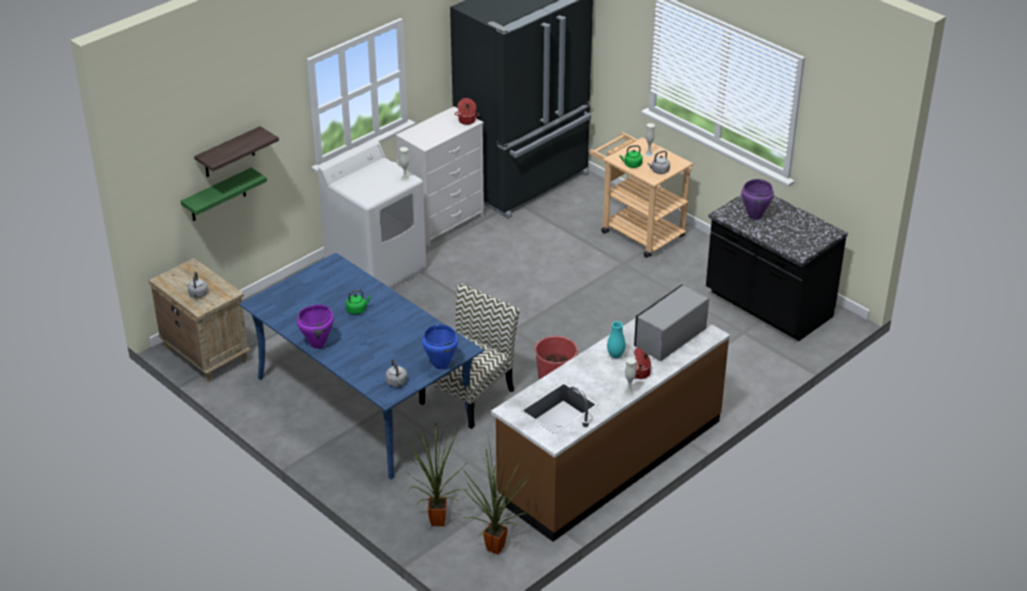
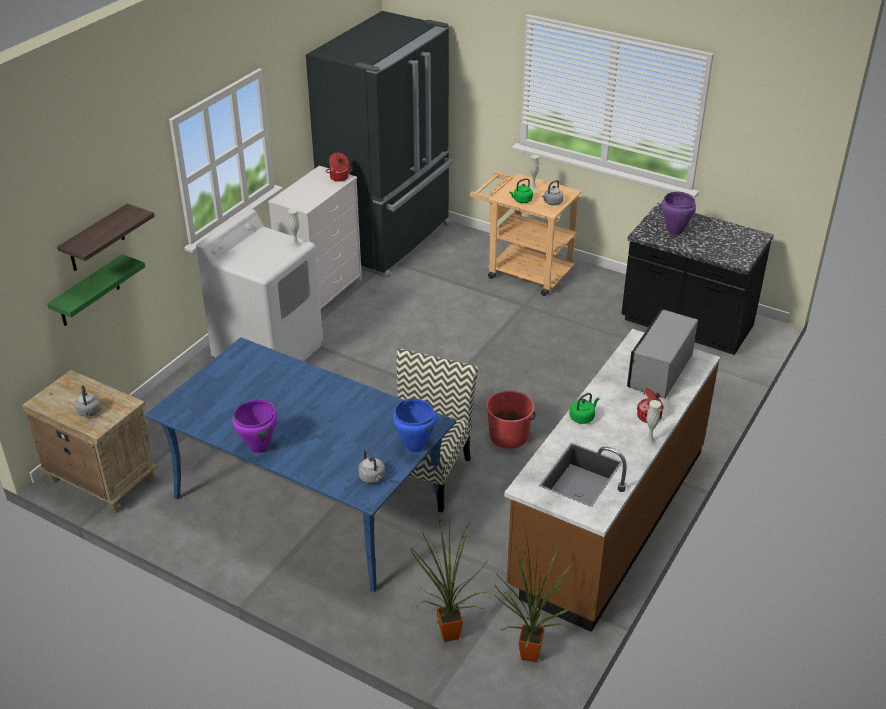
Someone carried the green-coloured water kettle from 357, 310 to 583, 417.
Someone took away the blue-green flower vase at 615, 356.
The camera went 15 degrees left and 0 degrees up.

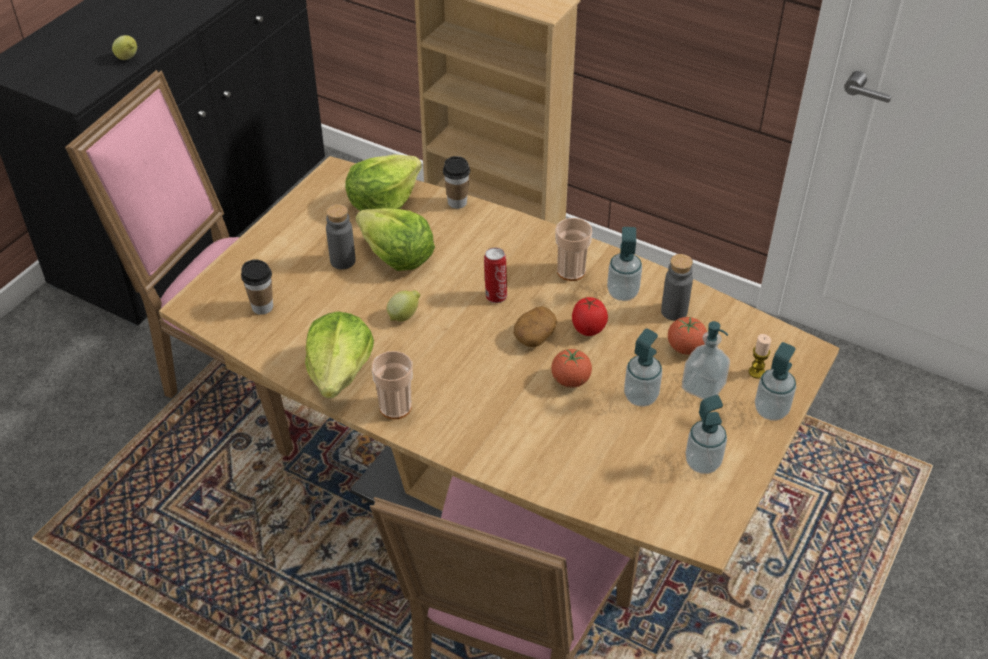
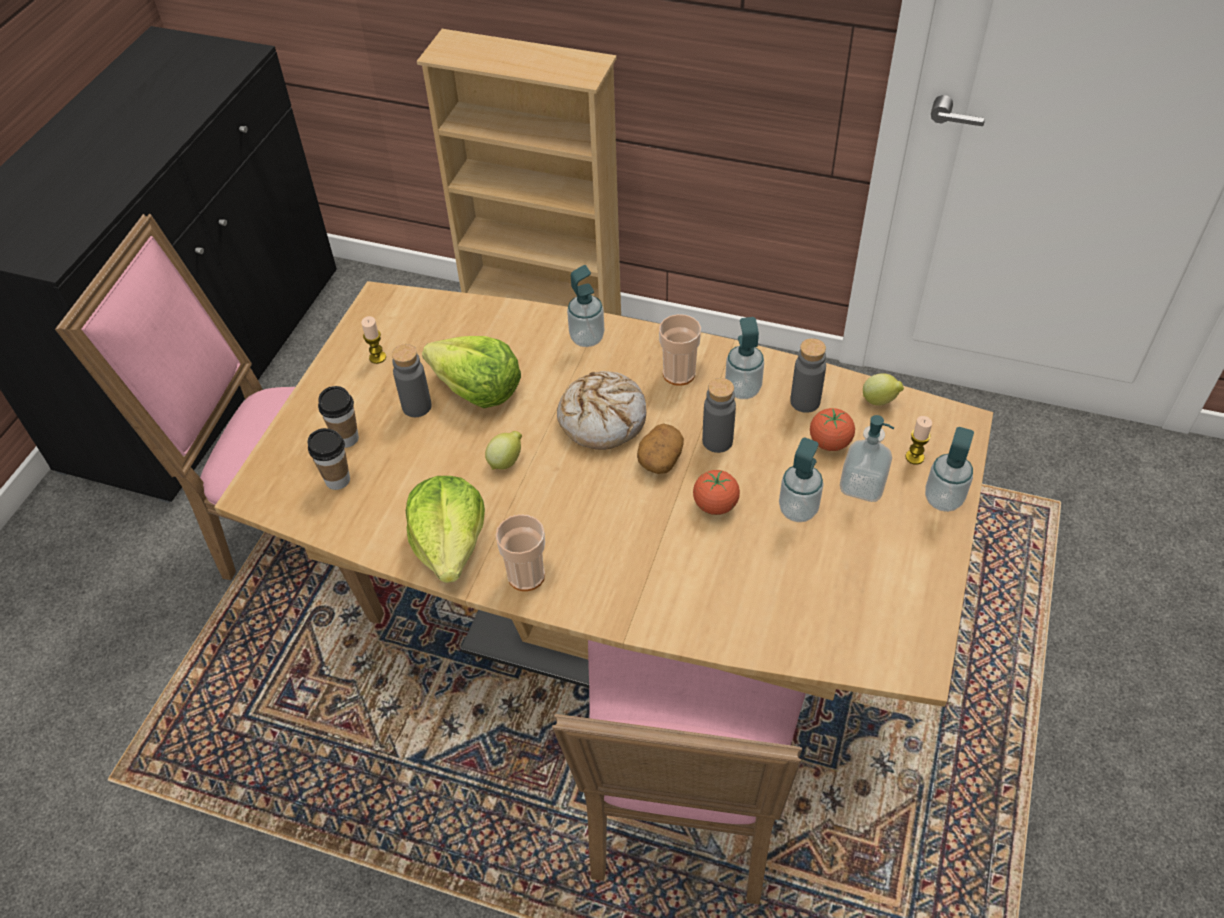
Someone carried the whole lemon from 128, 59 to 880, 401.
Someone took away the head of lettuce at 383, 201.
Someone carried the small cup from 457, 202 to 346, 438.
Someone swapped the sealed can at 495, 296 for the bread at 603, 418.
Someone swapped the whole tomato at 588, 330 for the greyish beverage bottle at 717, 441.
Someone carried the soap bottle from 702, 462 to 587, 338.
Someone put down the wax light at 377, 357.
The camera went 10 degrees left and 5 degrees up.

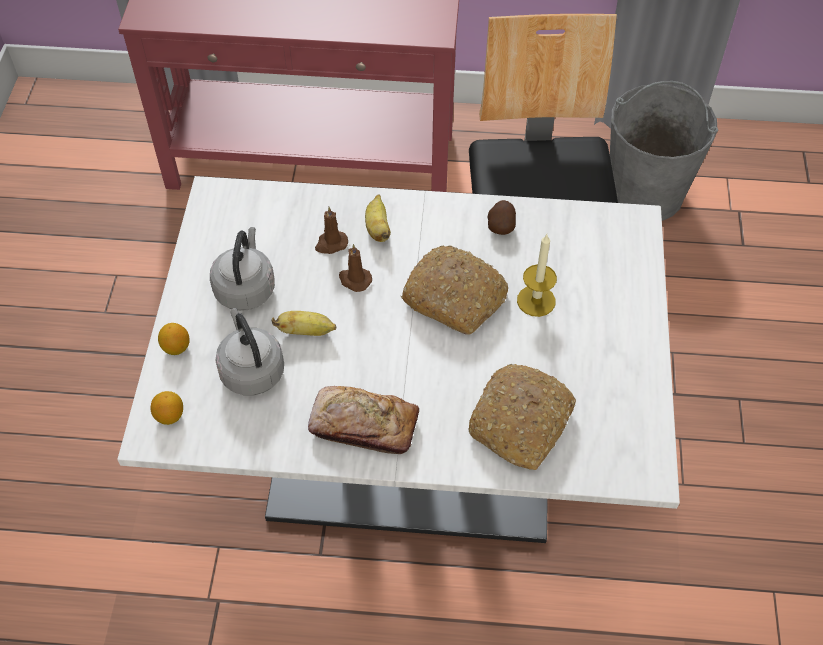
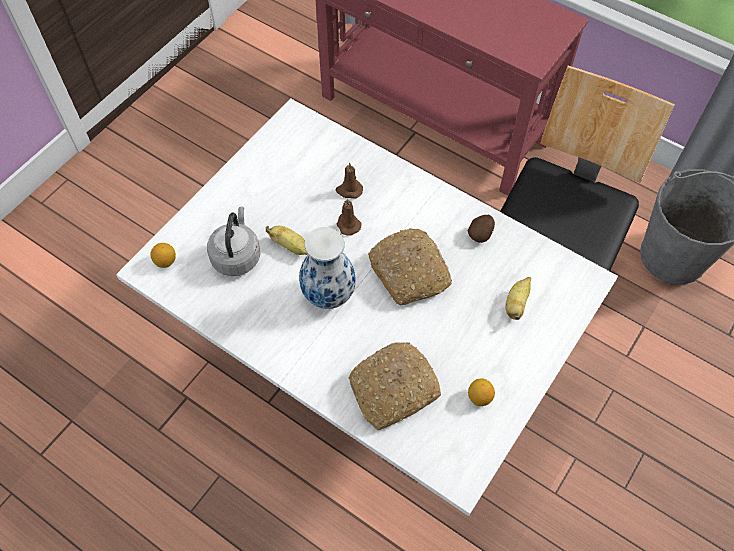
Someone carried the whole banana from 378, 228 to 516, 304.
Someone took away the greyish water kettle at 245, 288.
Someone took away the wax light at 536, 301.
Someone carried the whole lemon from 176, 347 to 479, 397.
Someone took away the bread at 364, 426.
Someone put down the flower vase at 329, 294.
The camera went 30 degrees right and 5 degrees up.

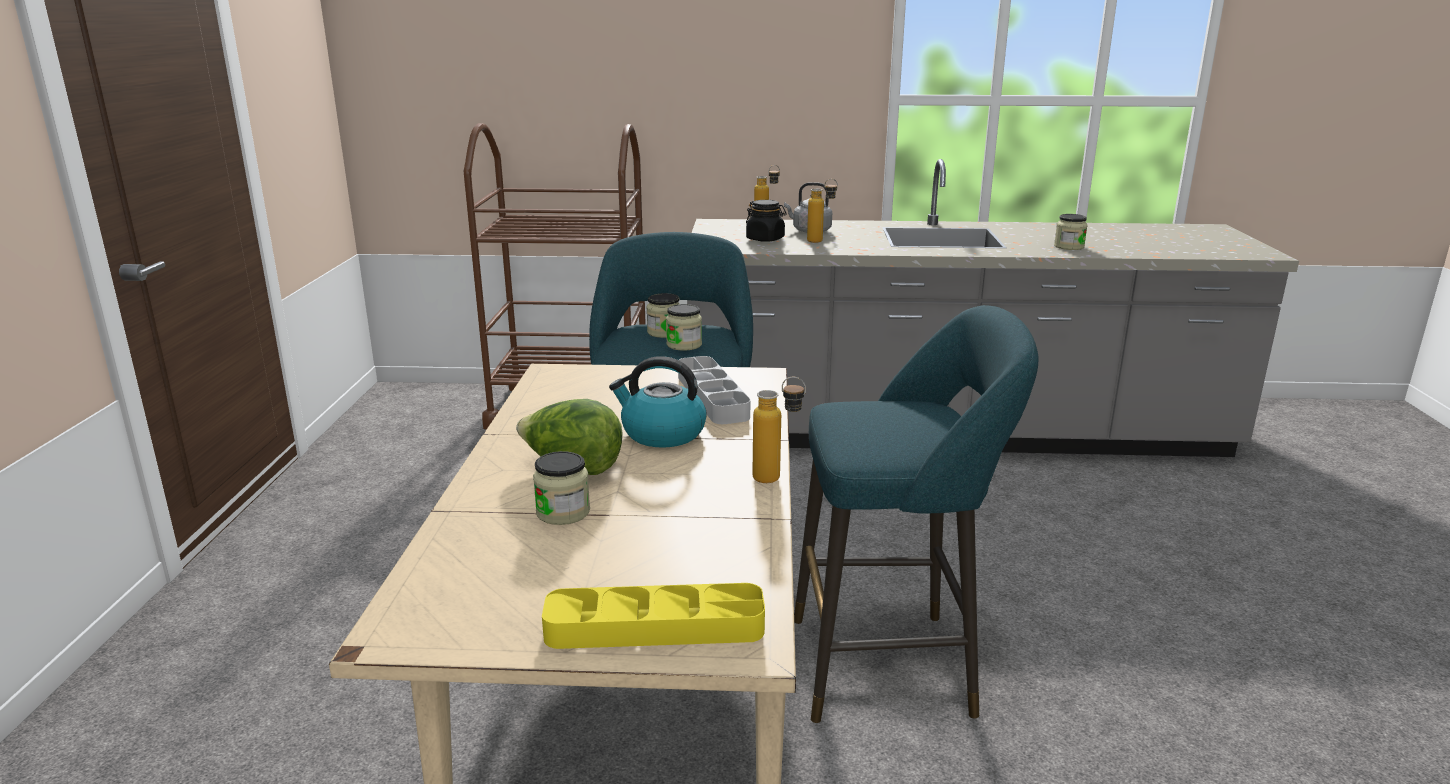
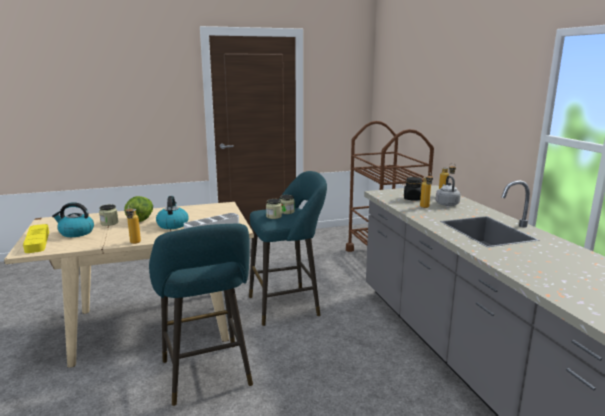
Someone took away the storage jar at 1069, 247.
Someone put down the water kettle at 76, 233.
The camera went 70 degrees right and 5 degrees down.

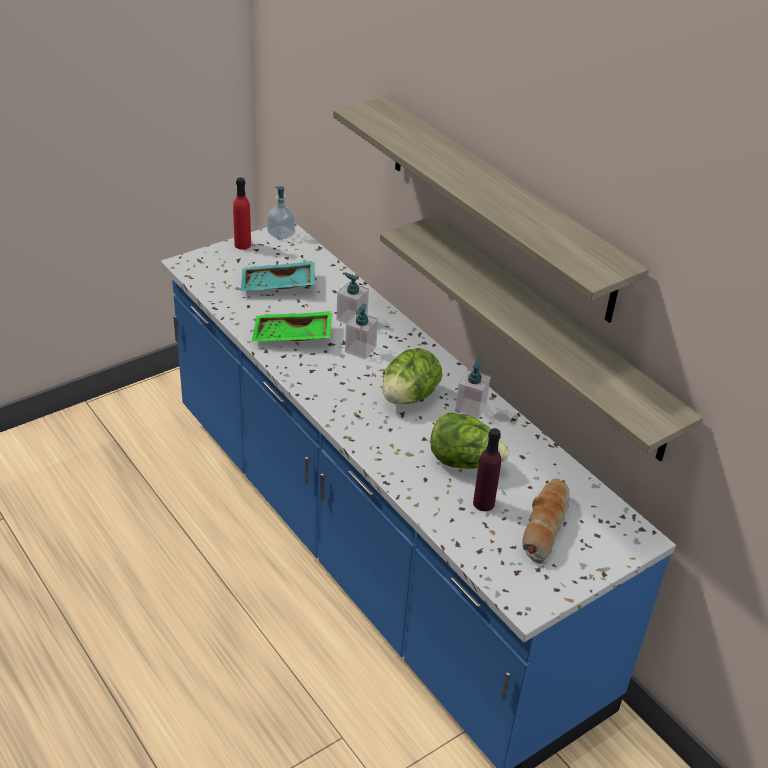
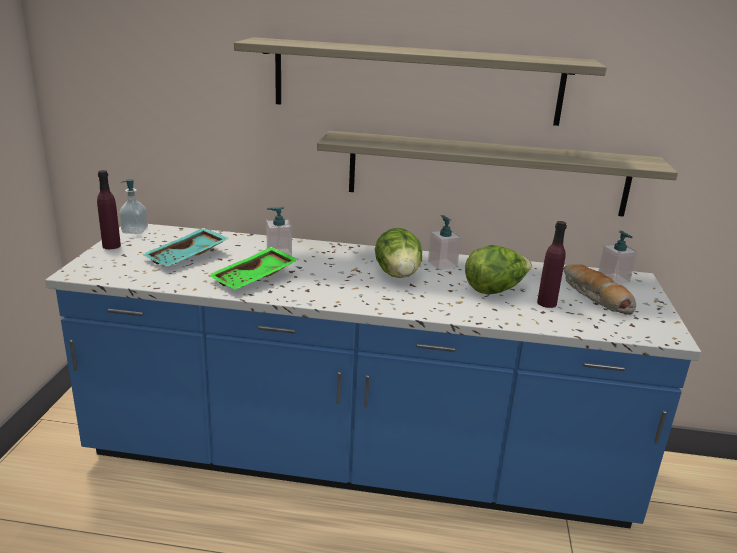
Someone repainted the red-coloured beverage bottle at 242, 245, which became the purple beverage bottle at 111, 246.
Someone carried the soap bottle from 360, 349 to 613, 279.
The camera went 45 degrees left and 15 degrees down.

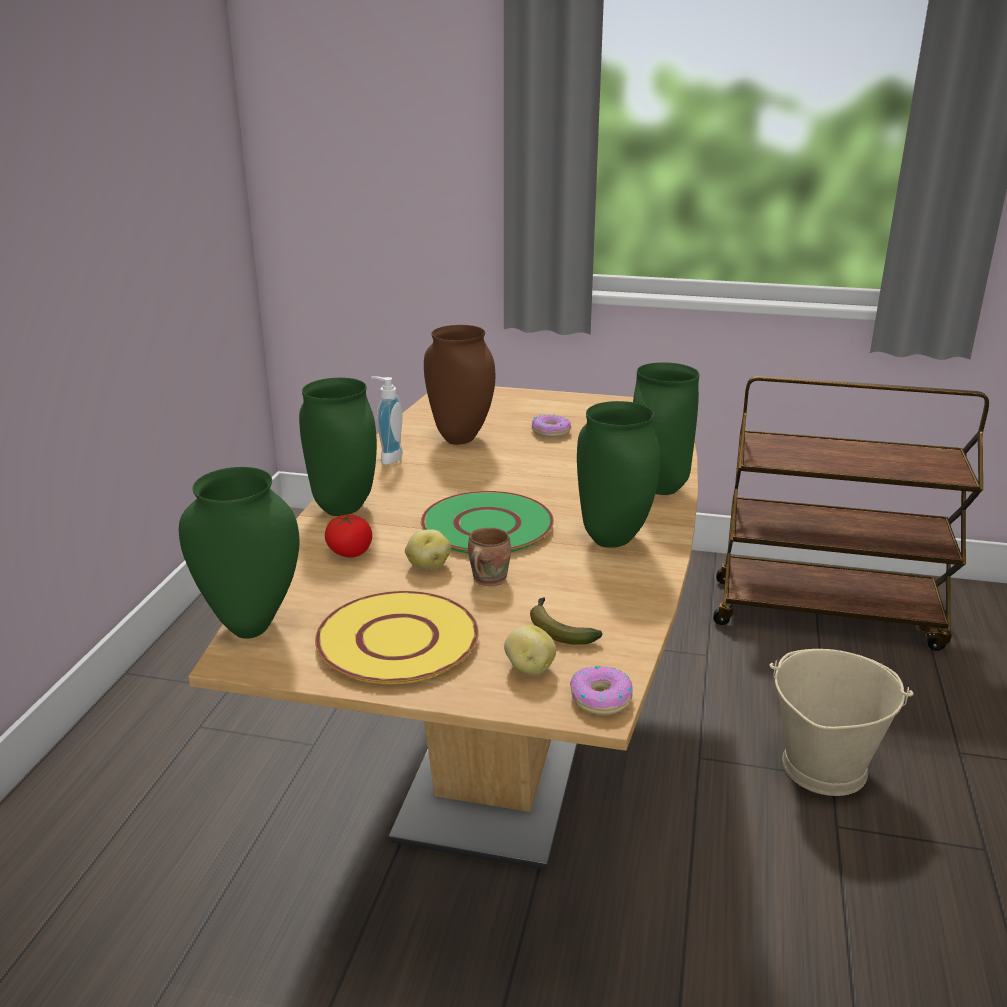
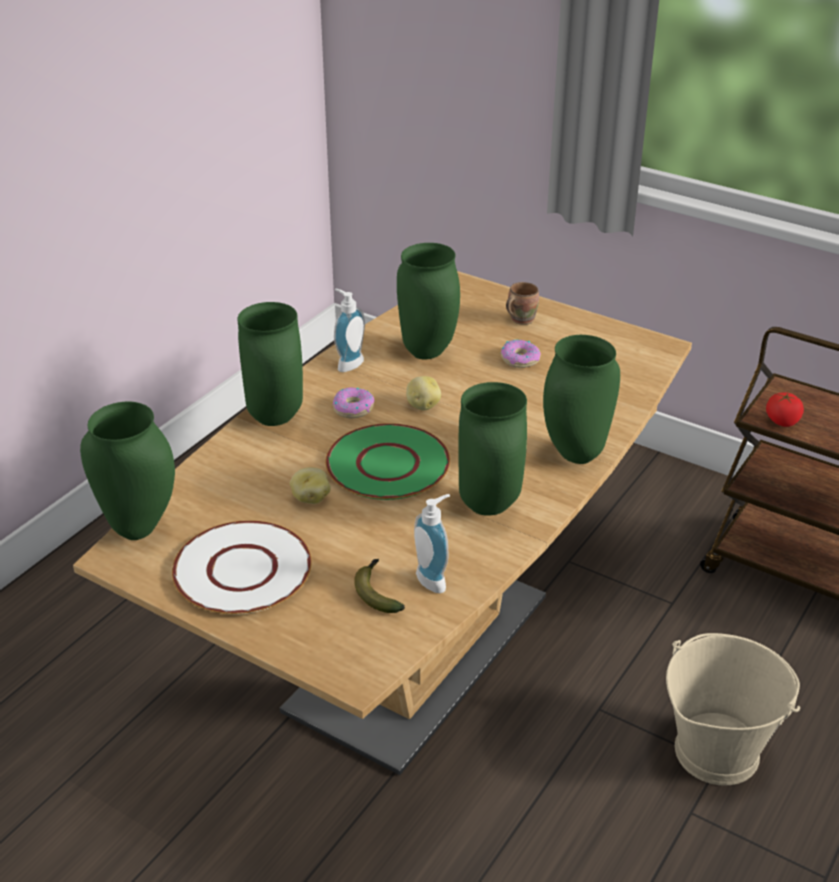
Someone repainted the brownish flower vase at 461, 439, which became the green-coloured flower vase at 429, 352.
Someone carried the whole tomato from 350, 552 to 782, 421.
Someone carried the brownish tea mug from 486, 579 to 520, 319.
Someone repainted the yellow-coloured dinner plate at 399, 640, which became the whitish dinner plate at 243, 570.
Someone carried the potato from 529, 668 to 422, 406.
Someone carried the donut from 600, 698 to 353, 408.
Someone put down the soap bottle at 435, 579.
The camera went 20 degrees right and 10 degrees up.

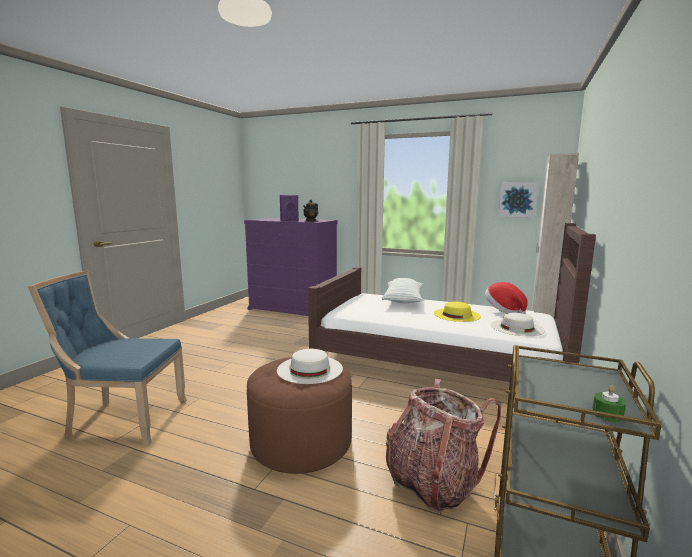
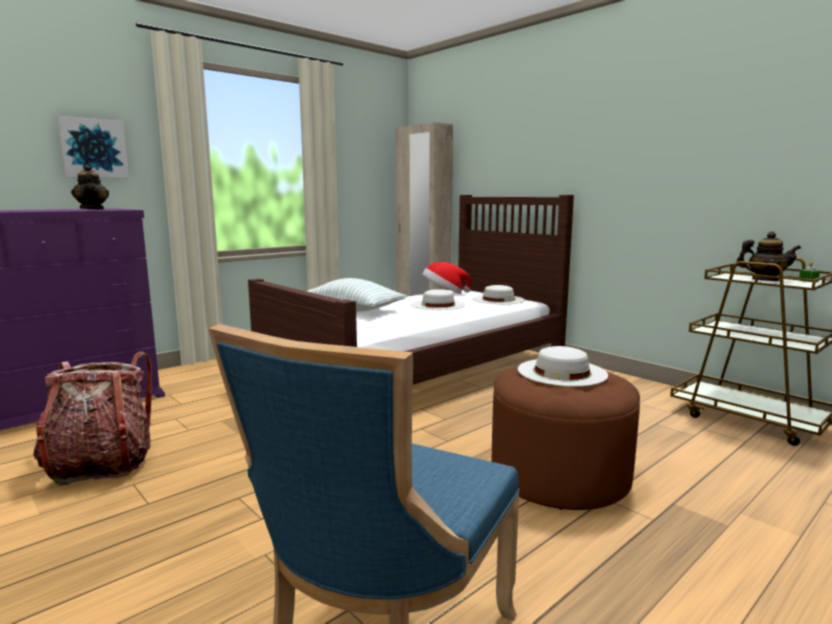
Someone carried the wall picture from 517, 199 to 93, 148.
Someone took away the purple audio speaker at 289, 220.
Someone repainted the yellow-coloured clothing hat at 457, 315, which became the whitish clothing hat at 438, 304.
Someone carried the knapsack from 433, 482 to 101, 465.
Someone put down the pot for tea at 764, 280.
The camera went 65 degrees left and 0 degrees up.

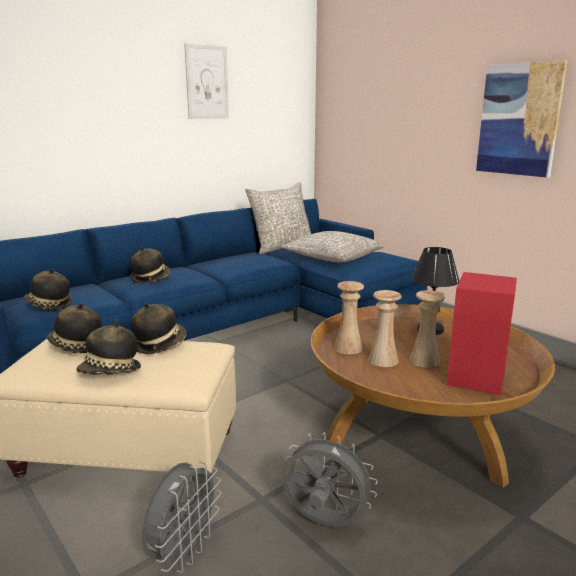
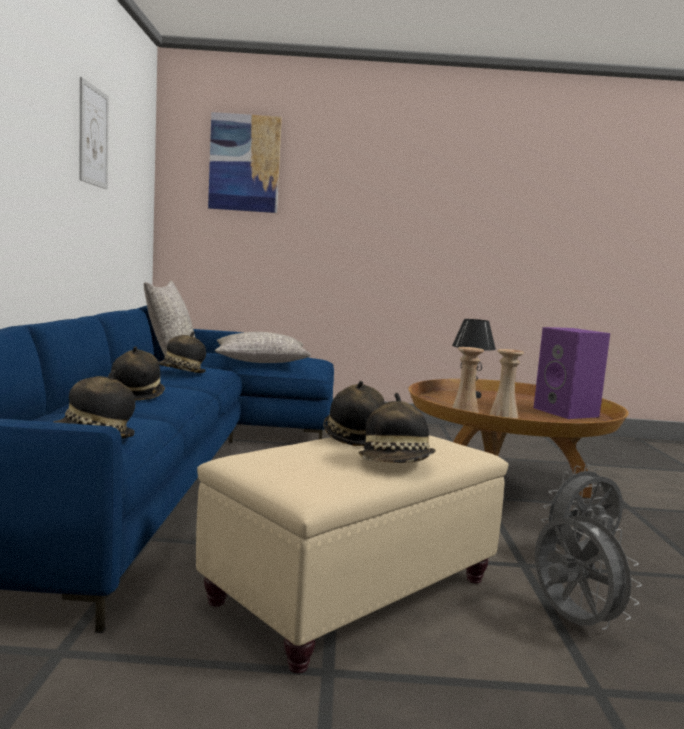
Someone carried the wall picture from 519, 120 to 244, 163.
Someone repainted the red-coloured audio speaker at 477, 378, which became the purple audio speaker at 567, 412.
Someone took away the beige flower vase at 424, 360.
Someone carried the clothing hat from 76, 346 to 181, 372.
The camera went 50 degrees left and 10 degrees down.

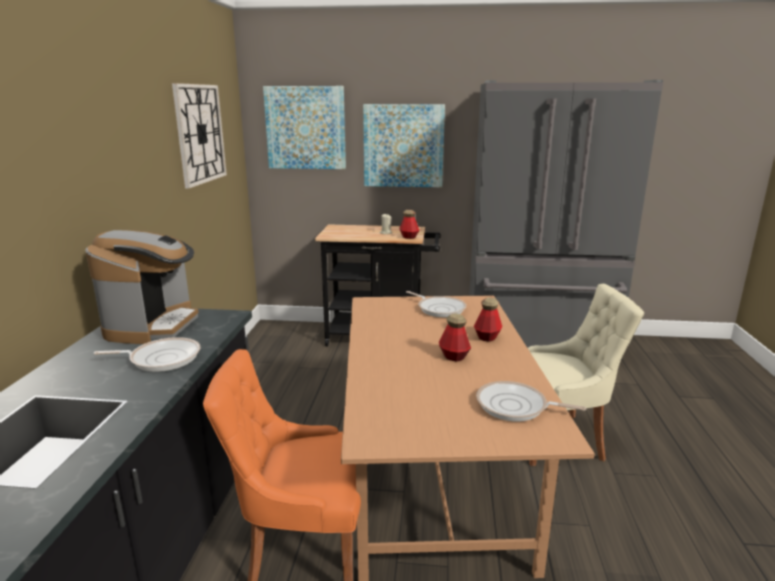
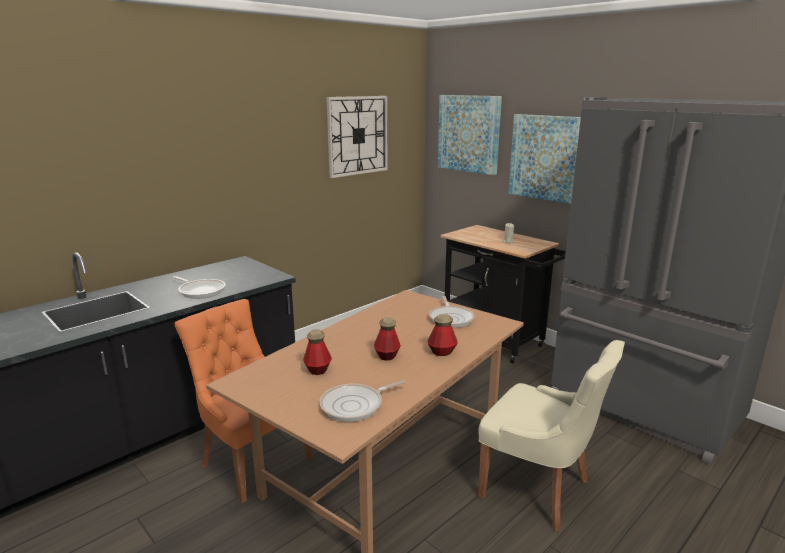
Someone carried the beverage bottle from 409, 237 to 318, 370.
Someone took away the coffee maker at 153, 325.
Someone rotated the frying pan at 515, 407 by 90 degrees counterclockwise.
The camera went 40 degrees right and 0 degrees up.

